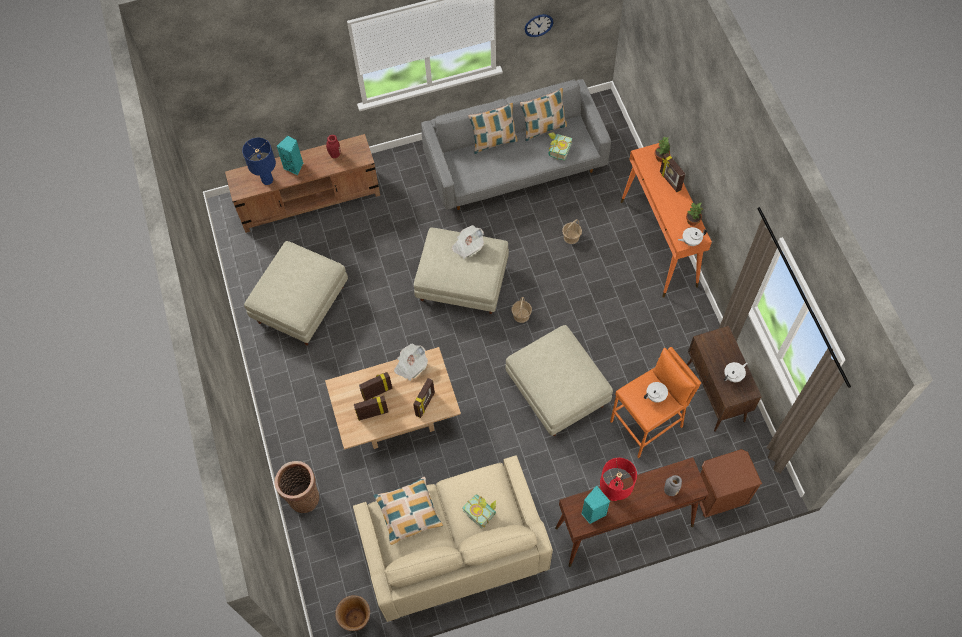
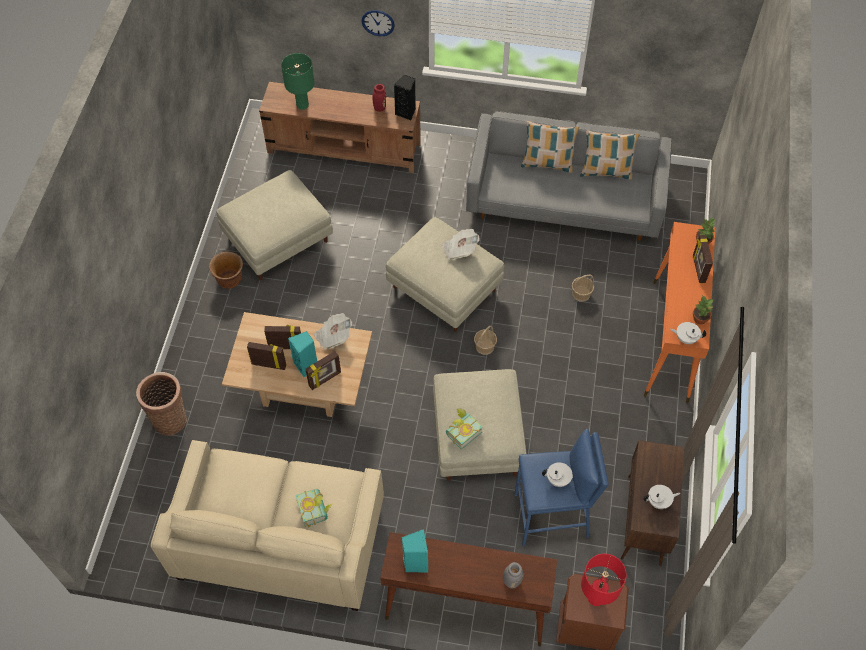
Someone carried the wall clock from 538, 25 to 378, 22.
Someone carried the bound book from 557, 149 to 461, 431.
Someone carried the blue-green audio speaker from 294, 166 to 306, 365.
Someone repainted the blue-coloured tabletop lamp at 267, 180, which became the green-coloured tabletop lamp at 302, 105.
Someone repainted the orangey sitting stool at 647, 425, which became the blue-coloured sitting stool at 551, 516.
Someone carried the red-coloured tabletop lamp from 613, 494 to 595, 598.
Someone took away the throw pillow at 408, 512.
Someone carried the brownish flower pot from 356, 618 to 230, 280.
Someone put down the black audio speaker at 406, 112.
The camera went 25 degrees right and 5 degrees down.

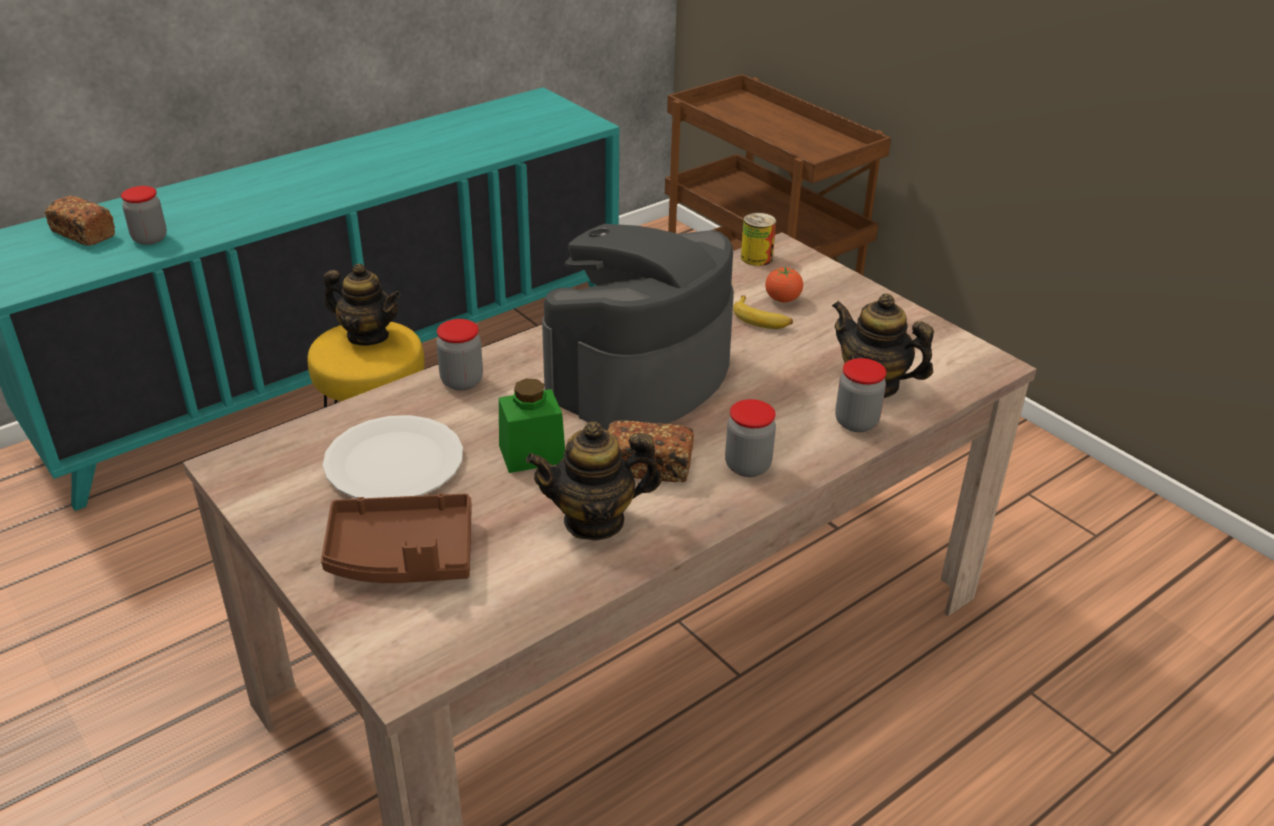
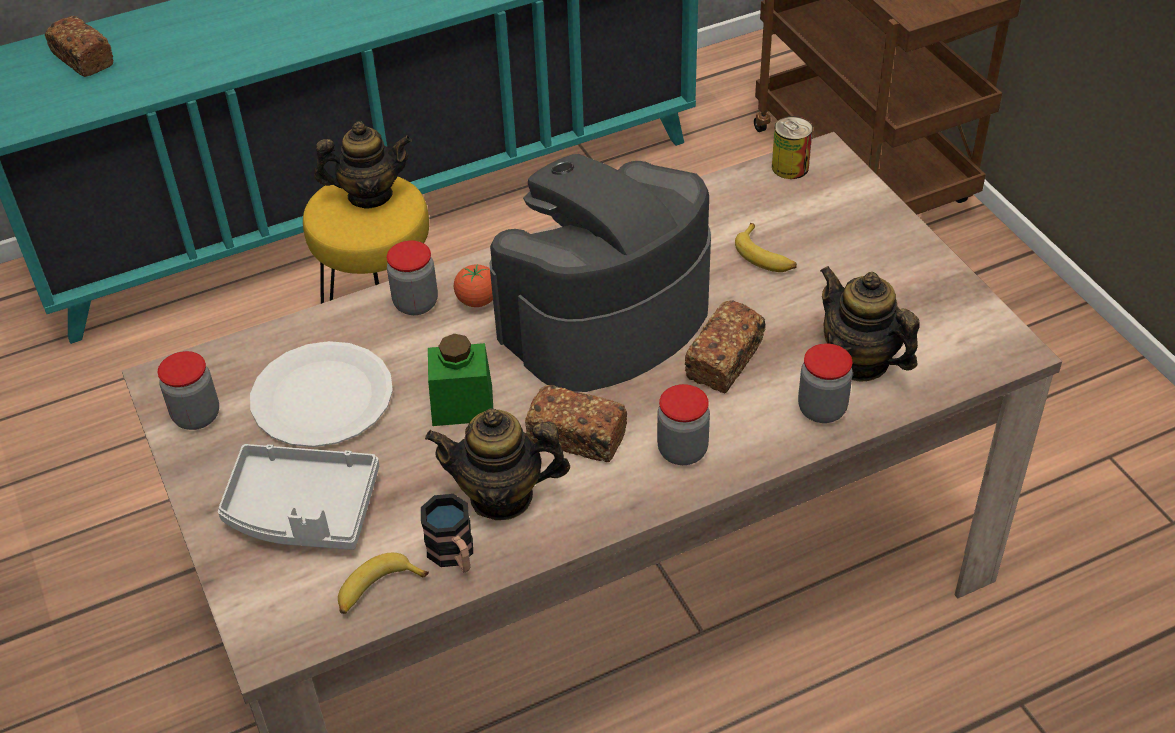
Someone carried the storage jar from 150, 238 to 196, 416.
Someone rotated the pot for tea at 368, 336 by 45 degrees counterclockwise.
Someone carried the whole tomato from 782, 299 to 477, 300.
Someone repainted the brownish serving tray at 402, 556, which became the greyish serving tray at 302, 510.
Someone put down the bread at 724, 361.
Someone put down the tea mug at 454, 555.
Someone put down the whole banana at 377, 590.
The camera went 15 degrees right and 10 degrees up.

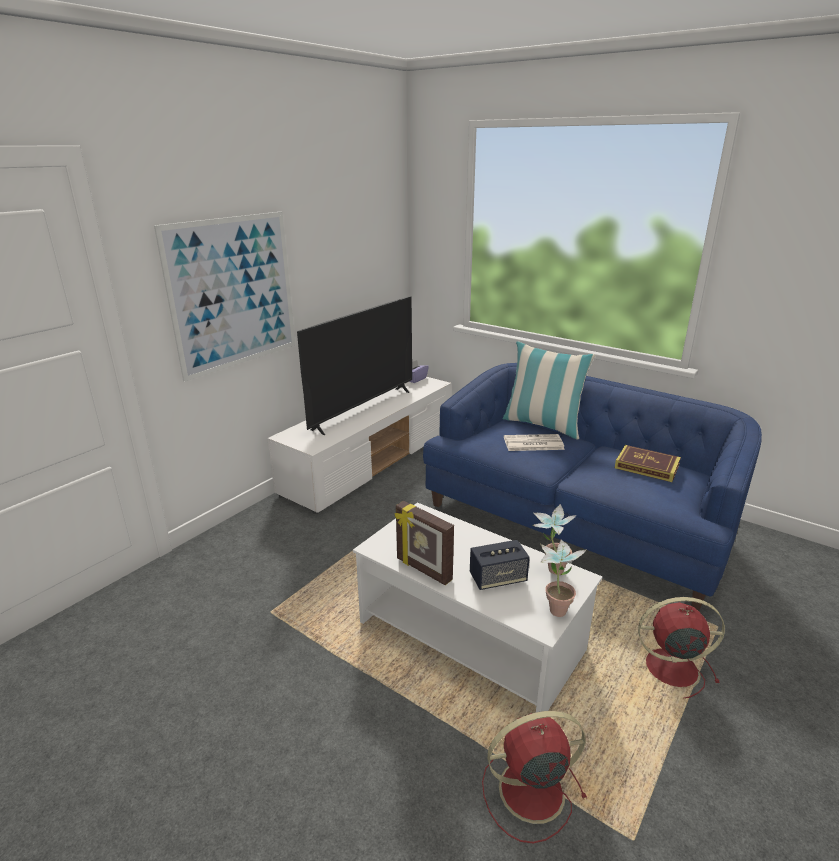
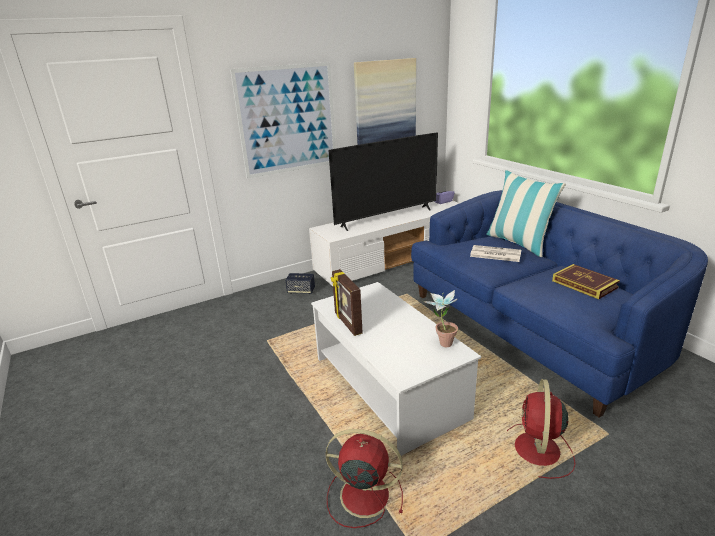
Someone carried the audio speaker from 498, 579 to 301, 291.
Someone took away the potted plant at 556, 606.
Someone rotated the red-coloured fan at 668, 668 by 105 degrees counterclockwise.
Someone put up the wall picture at 385, 103.
The camera went 25 degrees right and 0 degrees up.

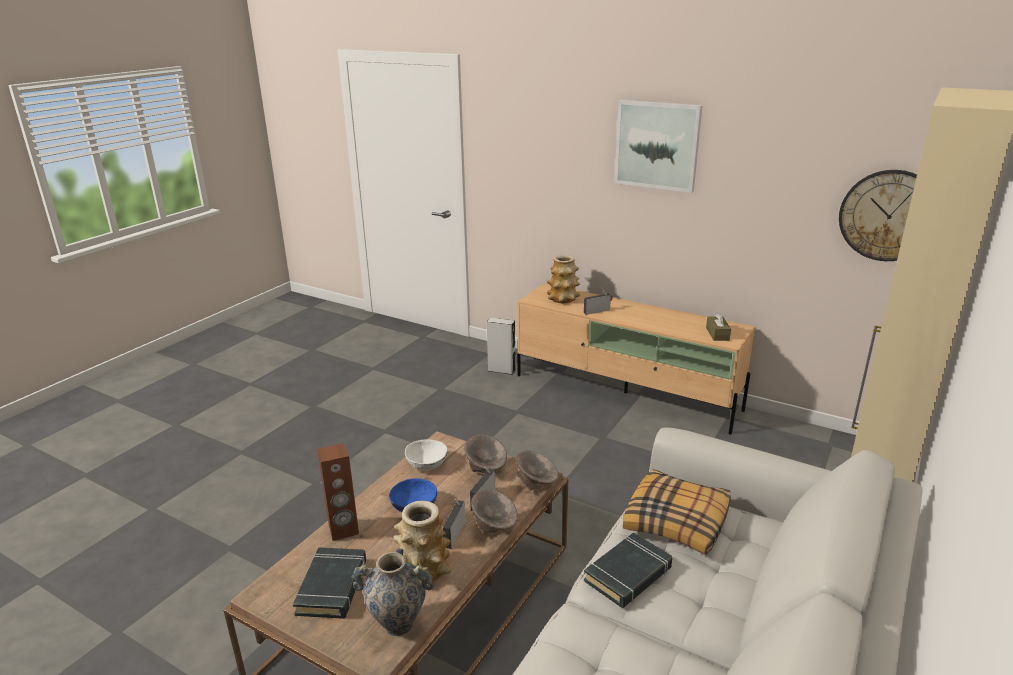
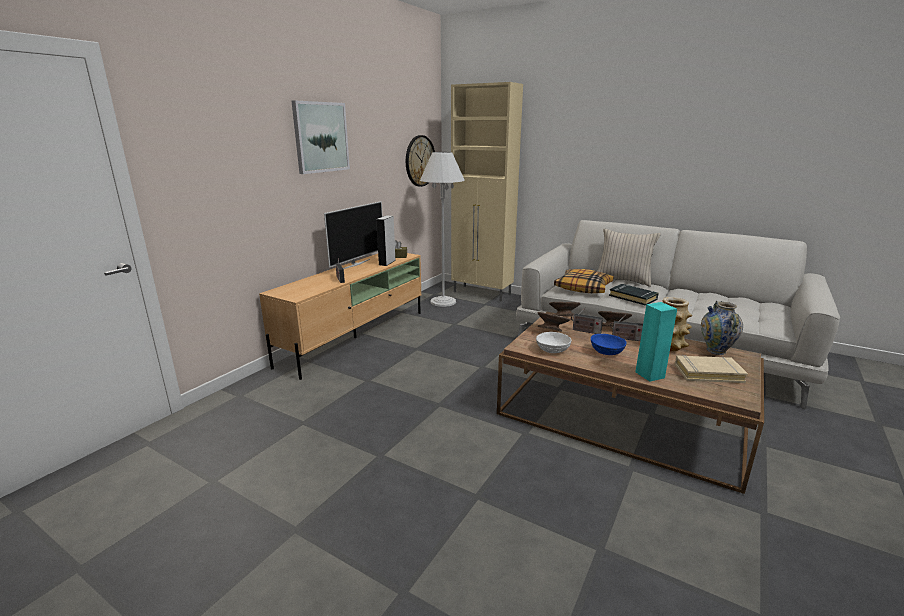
Someone took away the flower vase at 563, 299.
Someone carried the greyish audio speaker from 501, 370 to 387, 262.
Someone repainted the brownish audio speaker at 344, 530, which became the blue-green audio speaker at 650, 375.
Someone repainted the black bound book at 332, 587, which became the beige bound book at 708, 373.
Someone put down the whitish floor lamp at 443, 302.
Someone put down the TV set at 356, 264.
Someone put down the beige throw pillow at 623, 280.
The camera went 90 degrees left and 5 degrees down.

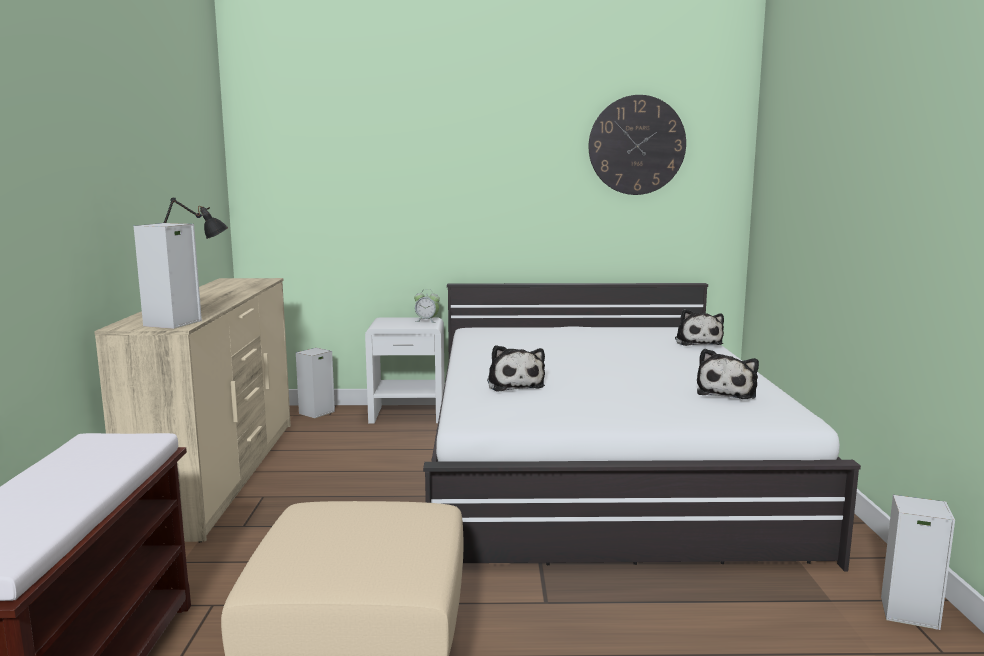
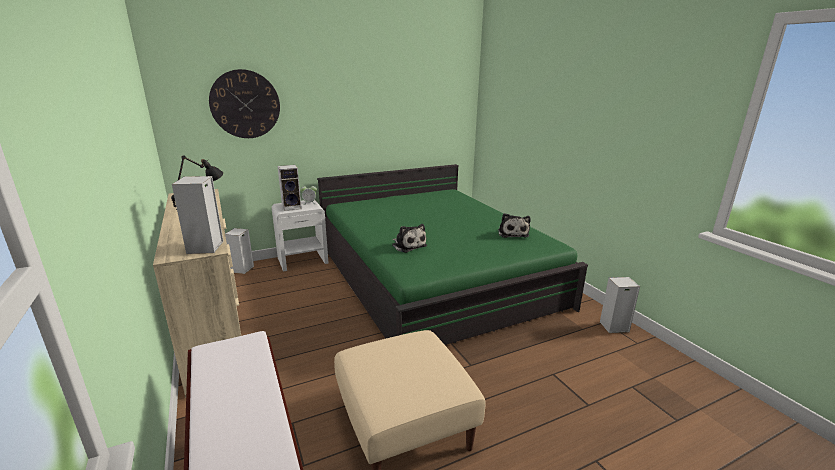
Someone carried the wall clock from 637, 145 to 245, 104.
Someone repainted the whitish bedroom bed at 598, 466, which became the green-coloured bedroom bed at 434, 276.
Someone took away the soft toy at 697, 342.
Someone put down the audio speaker at 292, 207.
The camera went 25 degrees left and 10 degrees up.

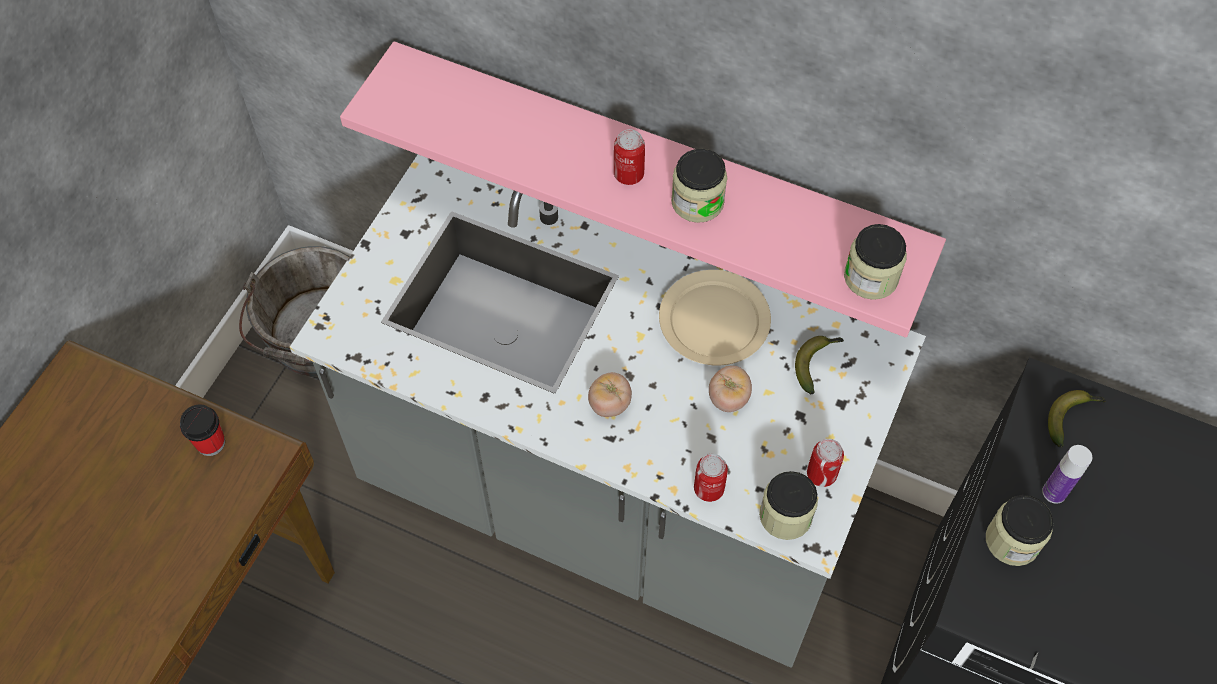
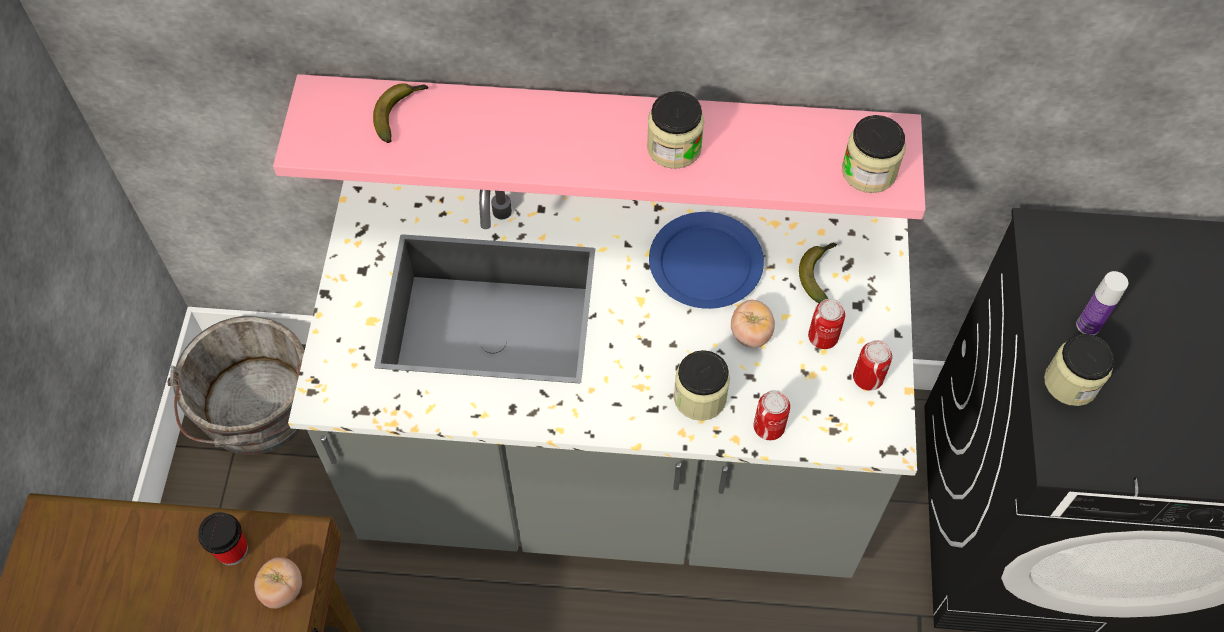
Someone carried the sealed can from 628, 174 to 822, 337.
Someone repainted the beige dinner plate at 715, 321, which became the blue-coloured dinner plate at 706, 263.
Someone carried the whole tomato from 609, 404 to 282, 589.
Someone carried the whole banana from 1071, 417 to 400, 113.
Someone carried the storage jar from 785, 516 to 700, 397.
The camera went 20 degrees left and 0 degrees up.

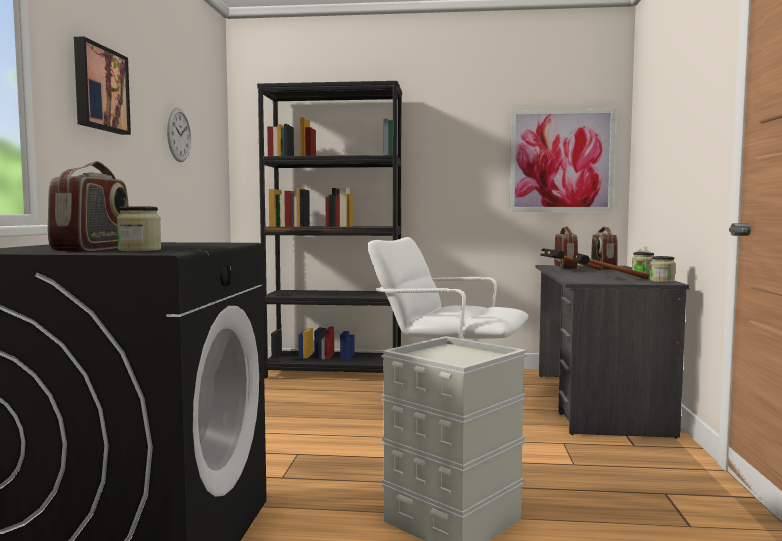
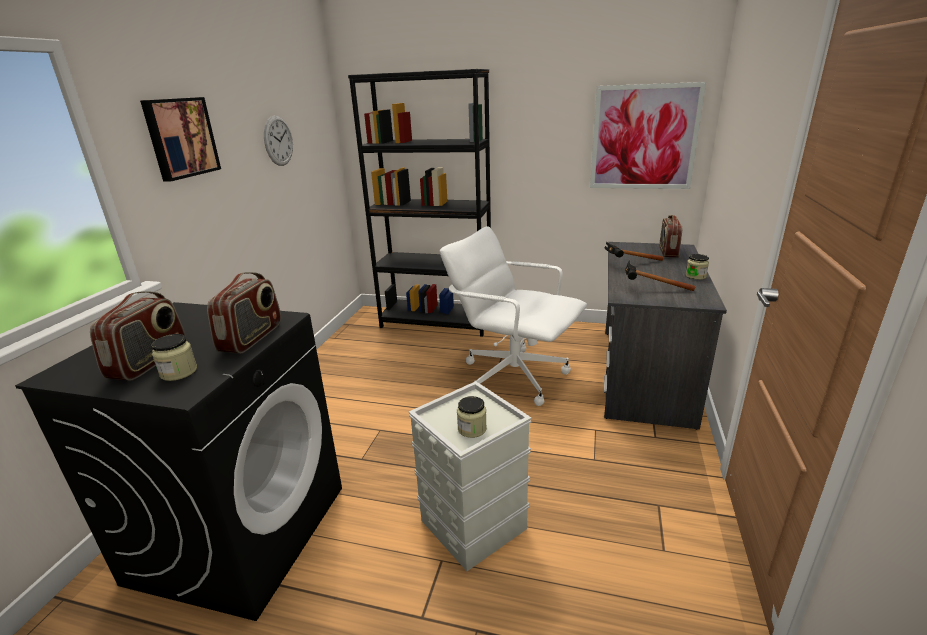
Someone carried the radio set from 565, 267 to 252, 338.
Someone carried the storage jar from 662, 281 to 472, 429.
The camera went 10 degrees right and 20 degrees up.

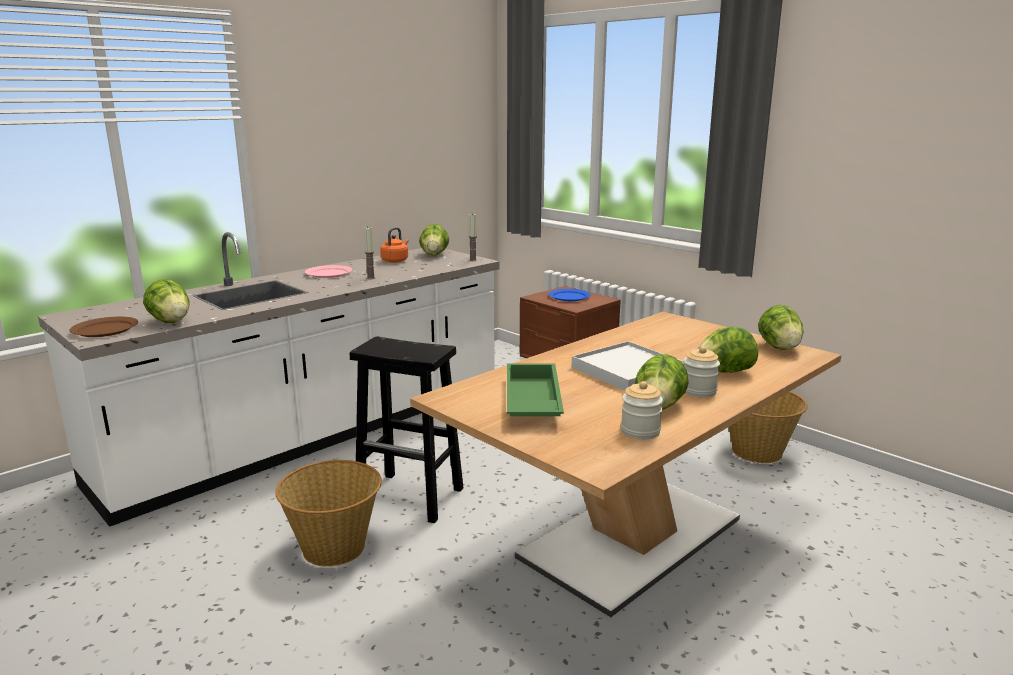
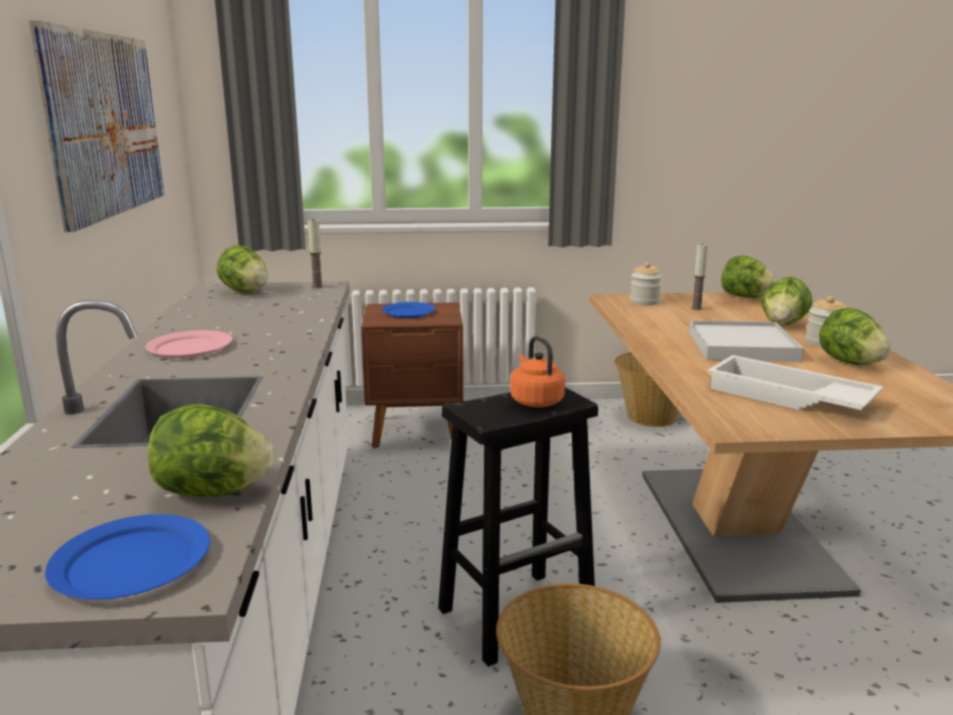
Someone carried the wax light from 371, 278 to 696, 308.
Someone carried the orangey water kettle from 395, 260 to 535, 401.
Someone repainted the brownish dinner plate at 105, 330, which became the blue-coloured dinner plate at 133, 562.
Someone repainted the green-coloured serving tray at 530, 401, which became the whitish serving tray at 787, 397.
Someone carried the storage jar from 640, 431 to 644, 302.
Someone put up the wall picture at 105, 124.
The camera went 50 degrees left and 0 degrees up.

